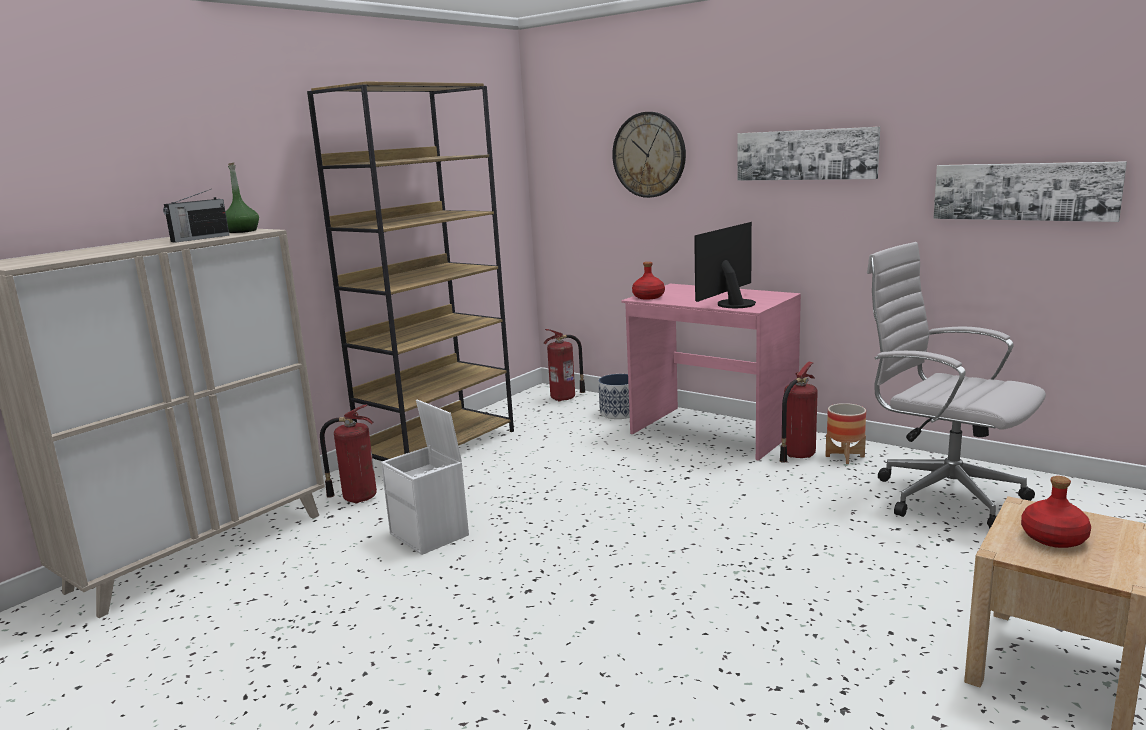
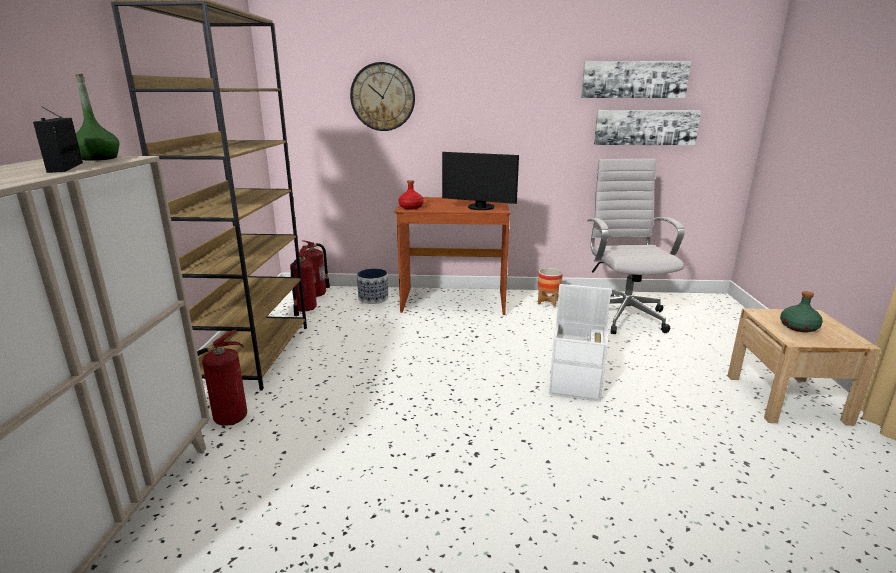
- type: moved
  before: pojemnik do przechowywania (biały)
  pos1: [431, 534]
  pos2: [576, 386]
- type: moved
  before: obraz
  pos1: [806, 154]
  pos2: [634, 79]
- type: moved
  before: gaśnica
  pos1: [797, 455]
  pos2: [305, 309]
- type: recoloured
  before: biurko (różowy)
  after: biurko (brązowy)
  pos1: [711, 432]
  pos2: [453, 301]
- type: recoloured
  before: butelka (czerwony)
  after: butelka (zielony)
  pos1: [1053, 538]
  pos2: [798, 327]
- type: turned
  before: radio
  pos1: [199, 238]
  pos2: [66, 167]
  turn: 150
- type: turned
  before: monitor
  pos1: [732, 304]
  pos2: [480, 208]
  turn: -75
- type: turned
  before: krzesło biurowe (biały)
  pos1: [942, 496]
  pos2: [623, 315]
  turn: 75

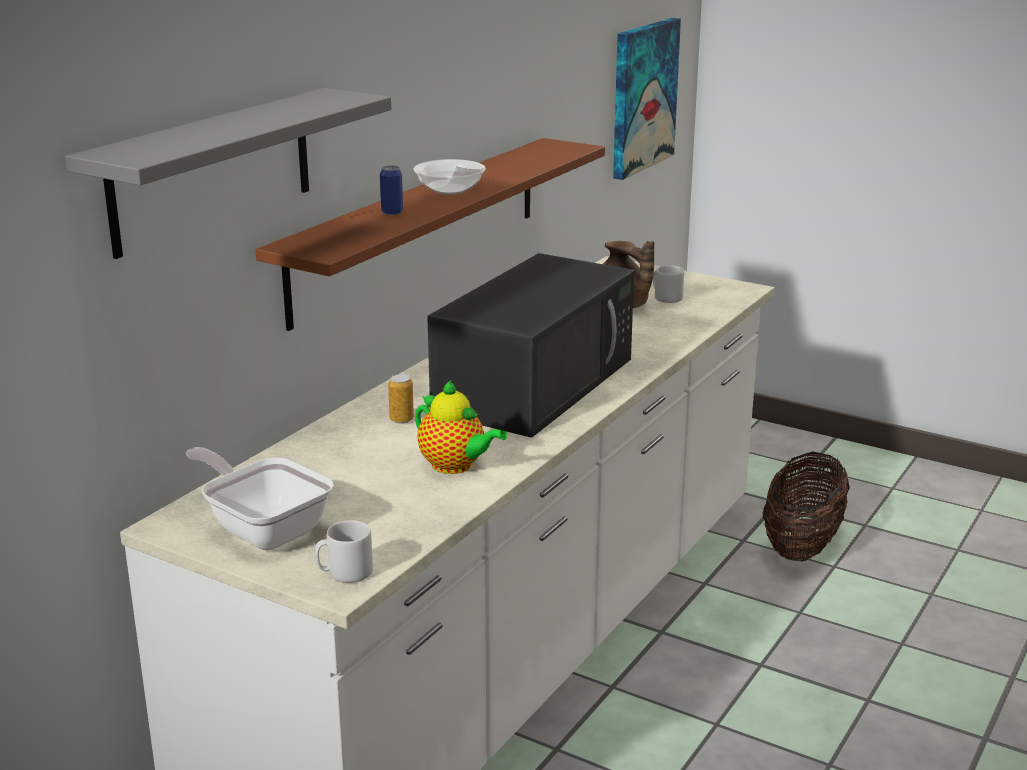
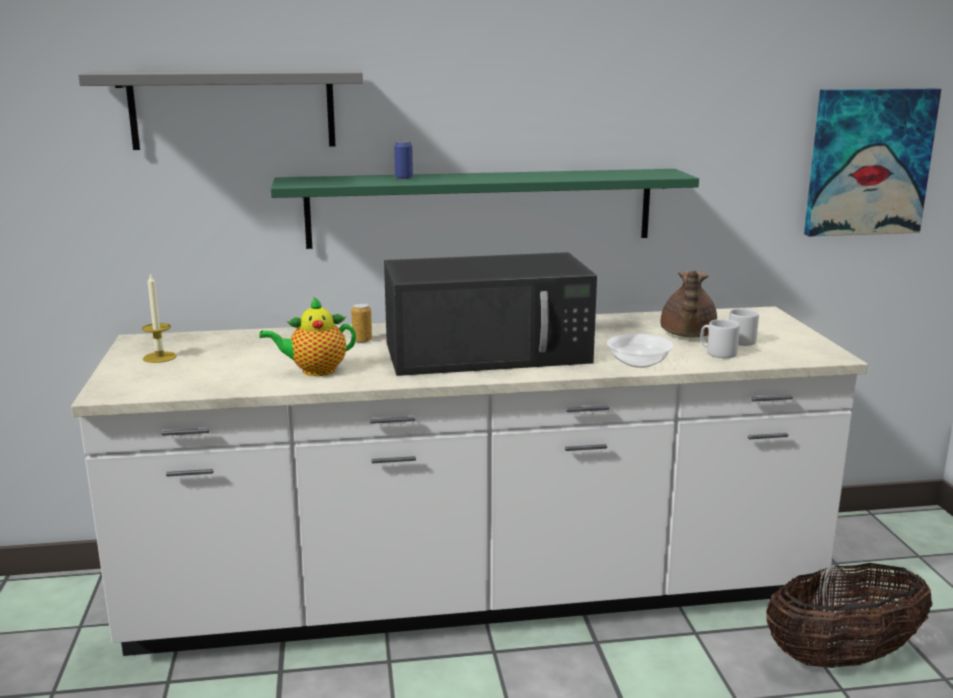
- type: moved
  before: kubek (szary)
  pos1: [344, 573]
  pos2: [717, 353]
- type: moved
  before: miska
  pos1: [450, 190]
  pos2: [638, 363]
- type: replaced
  before: patelnia
  after: świeca
  pos1: [263, 528]
  pos2: [159, 357]
- type: recoloured
  before: półka (brązowy)
  after: półka (zielony)
  pos1: [420, 226]
  pos2: [480, 208]
- type: turned
  before: imbryk
  pos1: [455, 466]
  pos2: [314, 371]
  turn: 75

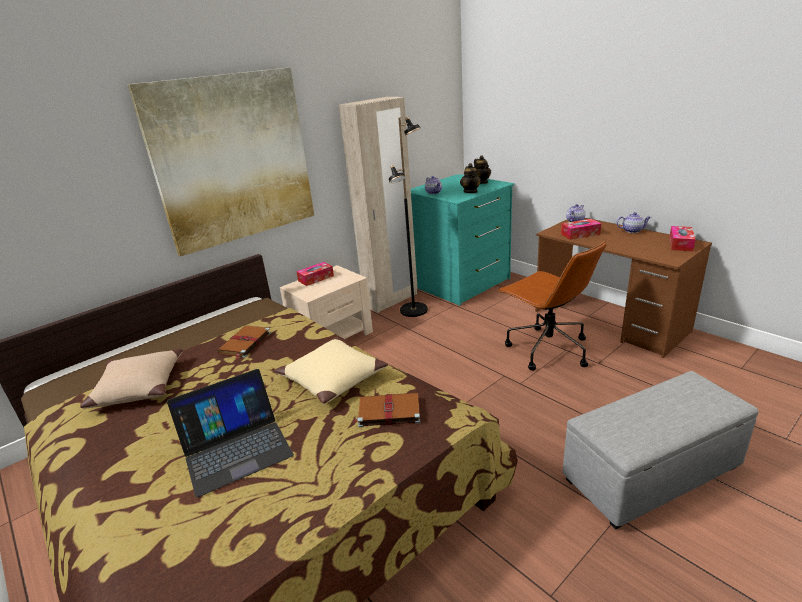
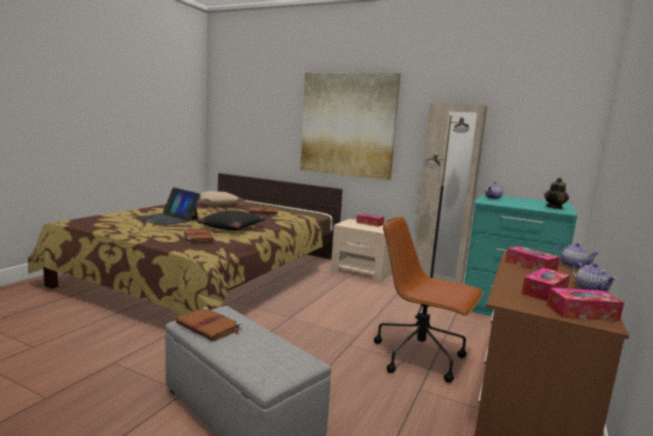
- type: removed
  before: imbryk
  pos1: [470, 191]
- type: added
  after: książka (brązowy)
  pos2: [209, 327]
- type: added
  after: pudełko chusteczek
  pos2: [544, 292]
- type: recoloured
  before: poduszka (beżowy)
  after: poduszka (czarny)
  pos1: [332, 378]
  pos2: [231, 227]
- type: turned
  before: krzesło biurowe (brązowy)
  pos1: [546, 349]
  pos2: [420, 357]
  turn: 90

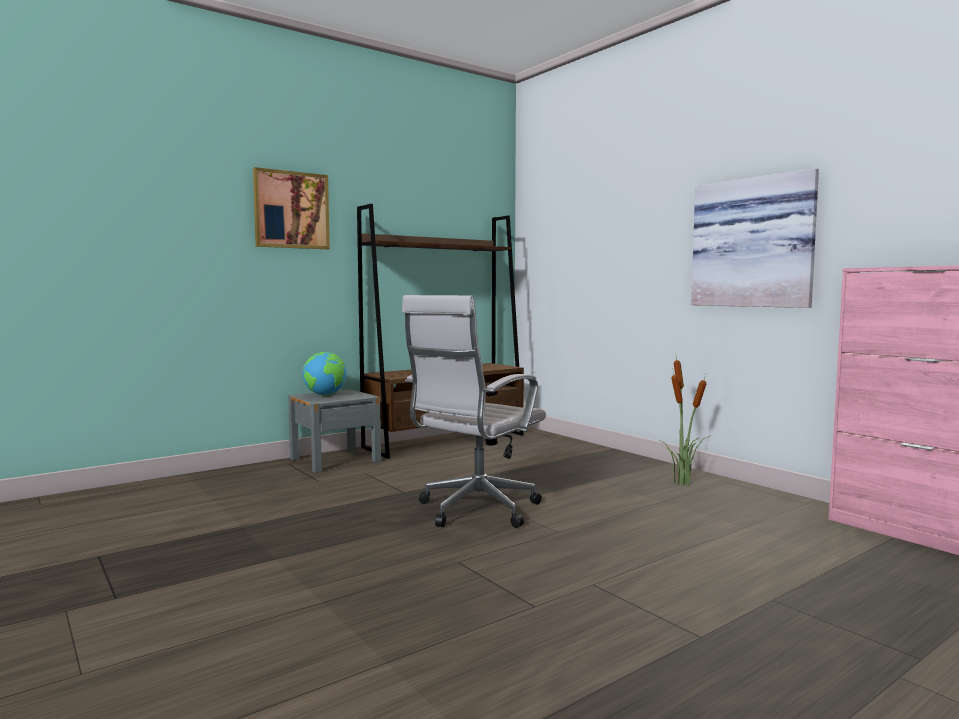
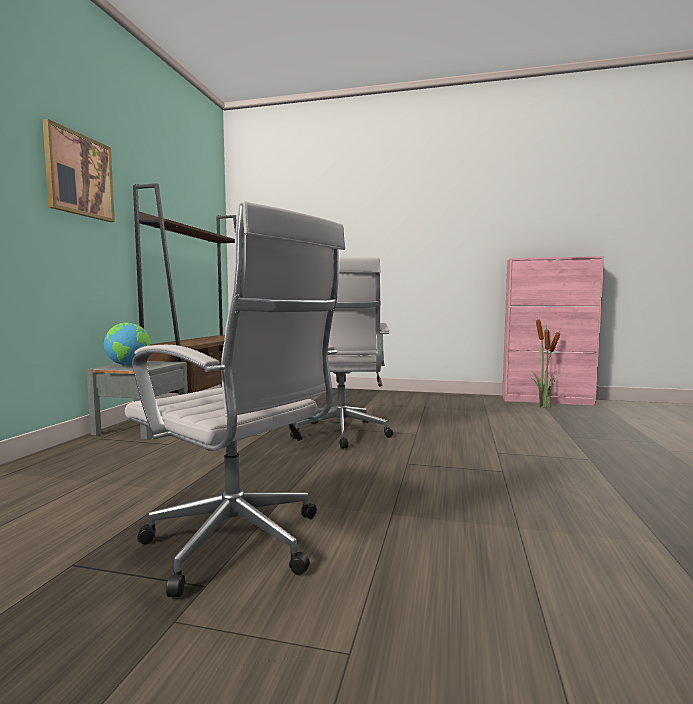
- type: removed
  before: obraz
  pos1: [753, 243]
- type: added
  after: krzesło biurowe (biały)
  pos2: [241, 545]
- type: moved
  before: roślina doniczkowa
  pos1: [682, 482]
  pos2: [543, 406]

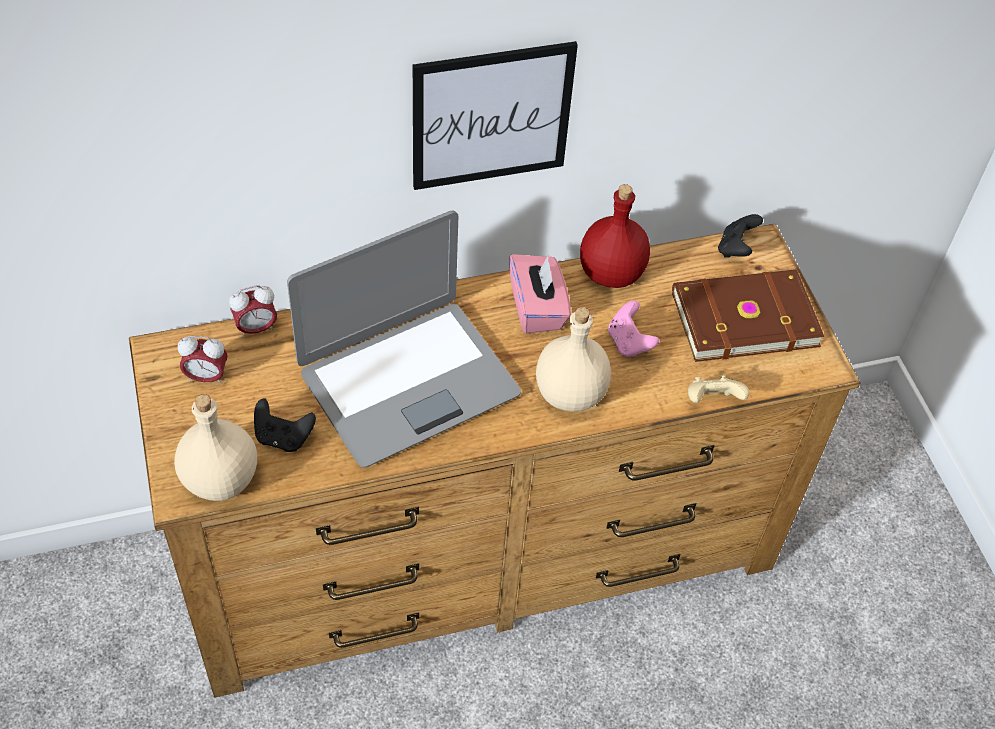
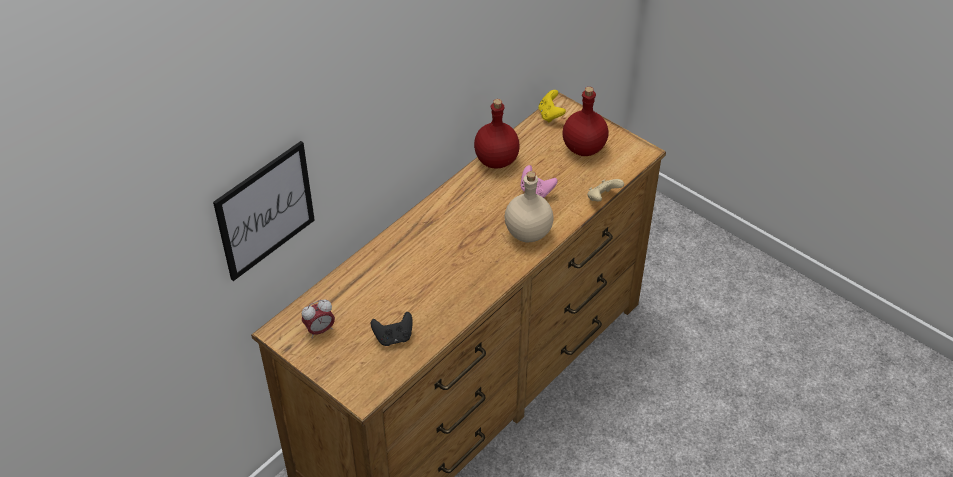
- type: removed
  before: butelka (beżowy)
  pos1: [219, 480]
- type: removed
  before: budzik
  pos1: [256, 328]
- type: removed
  before: laptop
  pos1: [408, 382]
- type: removed
  before: pudełko chusteczek (różowy)
  pos1: [537, 308]
- type: moved
  before: obraz
  pos1: [491, 116]
  pos2: [265, 210]
- type: replaced
  before: książka (brązowy)
  after: butelka (czerwony)
  pos1: [743, 317]
  pos2: [583, 148]
- type: recoloured
  before: pad do gier (czarny)
  after: pad do gier (żółty)
  pos1: [736, 248]
  pos2: [550, 115]

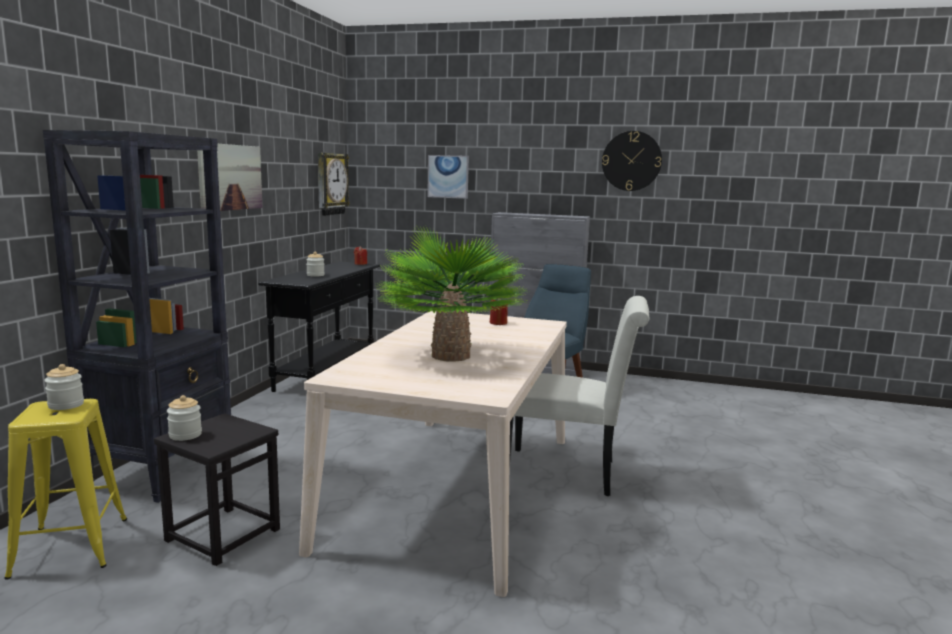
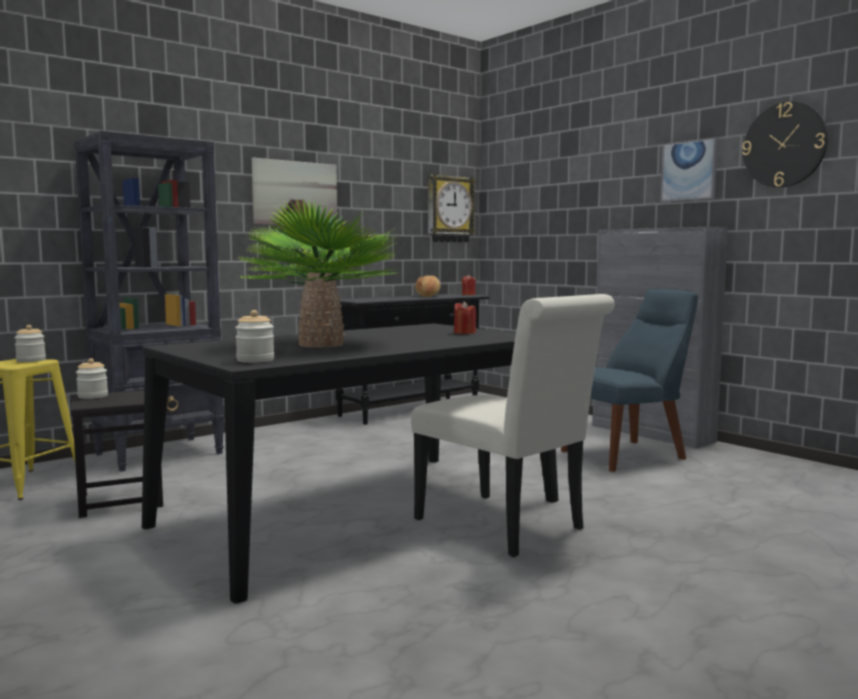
- type: added
  after: chleb
  pos2: [429, 296]
- type: moved
  before: słoik
  pos1: [315, 275]
  pos2: [255, 360]
- type: moved
  before: obraz
  pos1: [448, 176]
  pos2: [689, 171]
- type: recoloured
  before: stół jadalny (beżowy)
  after: stół jadalny (czarny)
  pos1: [456, 488]
  pos2: [360, 513]

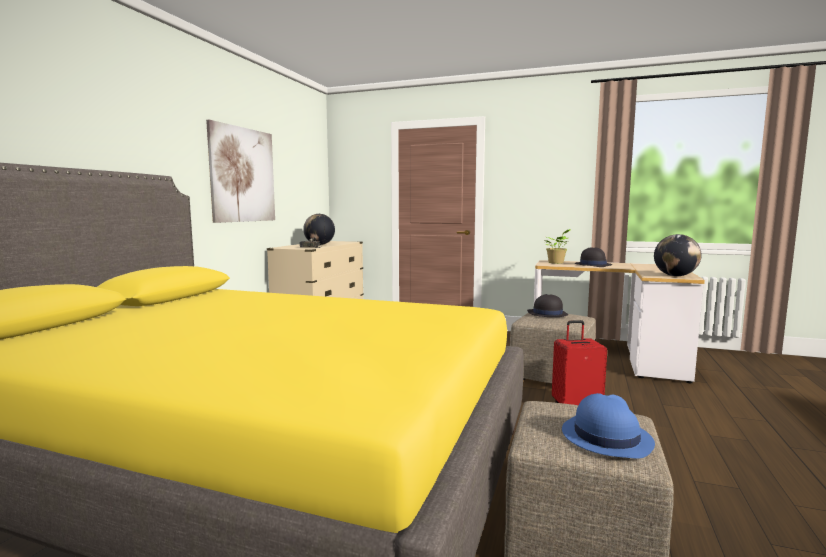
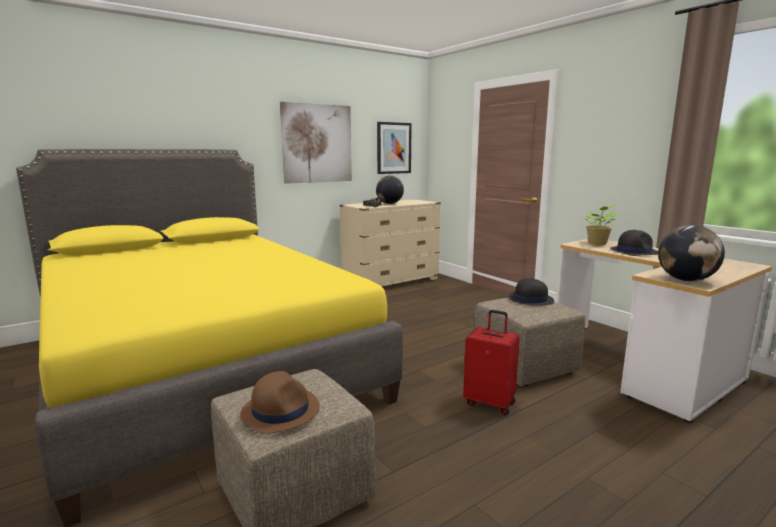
- type: added
  after: obraz
  pos2: [393, 148]
- type: recoloured
  before: kapelusz (niebieski)
  after: kapelusz (brązowy)
  pos1: [605, 437]
  pos2: [280, 410]

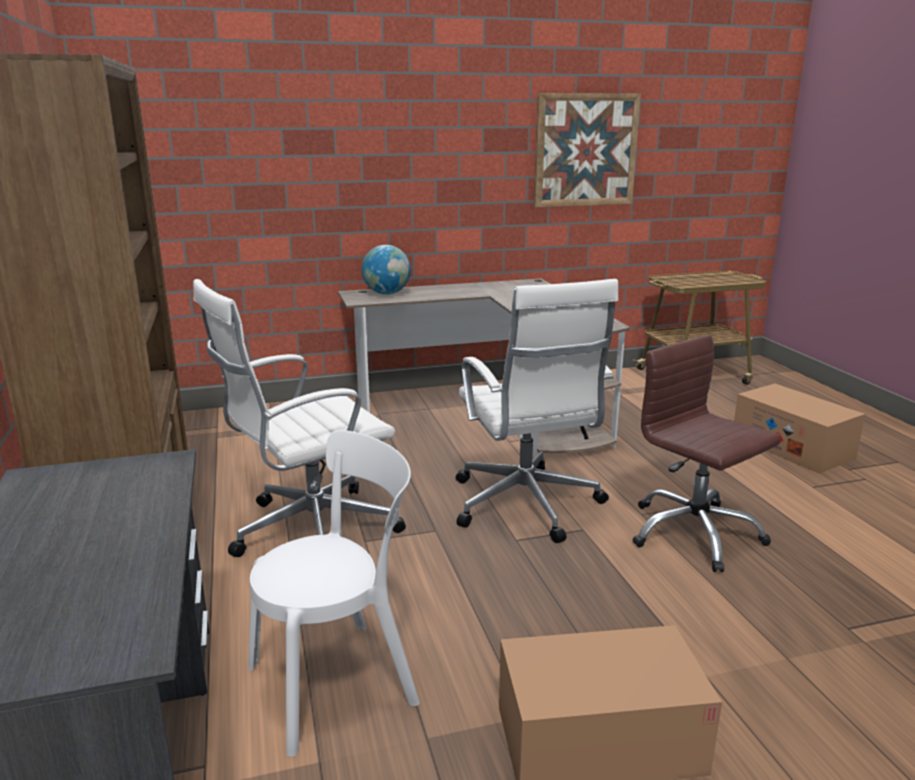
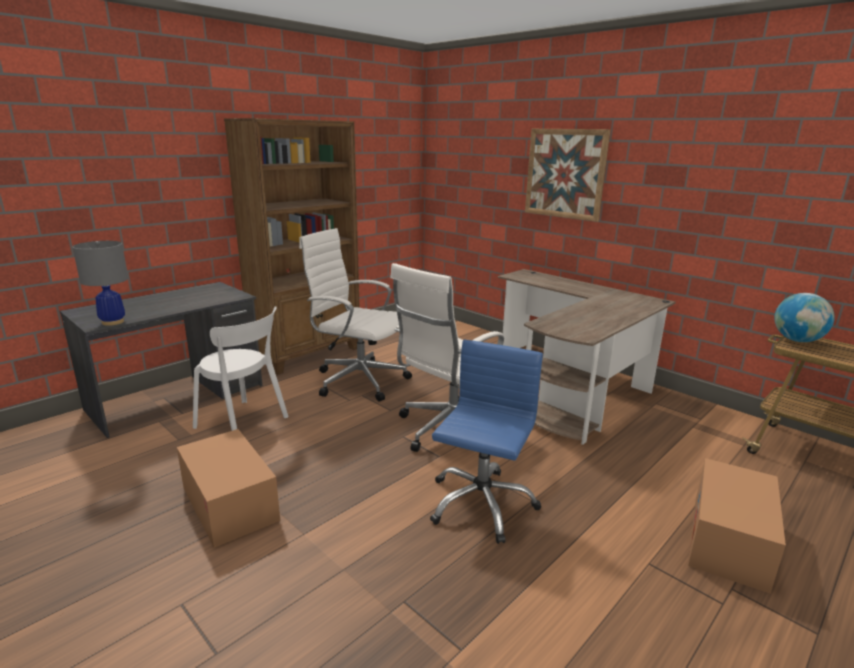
- type: added
  after: lampa stołowa (szary)
  pos2: [113, 322]
- type: moved
  before: globus
  pos1: [387, 294]
  pos2: [797, 340]
- type: moved
  before: obraz
  pos1: [586, 150]
  pos2: [565, 173]
- type: recoloured
  before: krzesło biurowe (brązowy)
  after: krzesło biurowe (niebieski)
  pos1: [694, 533]
  pos2: [480, 503]

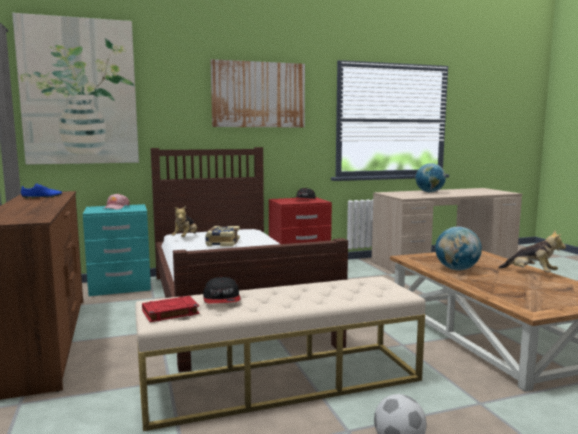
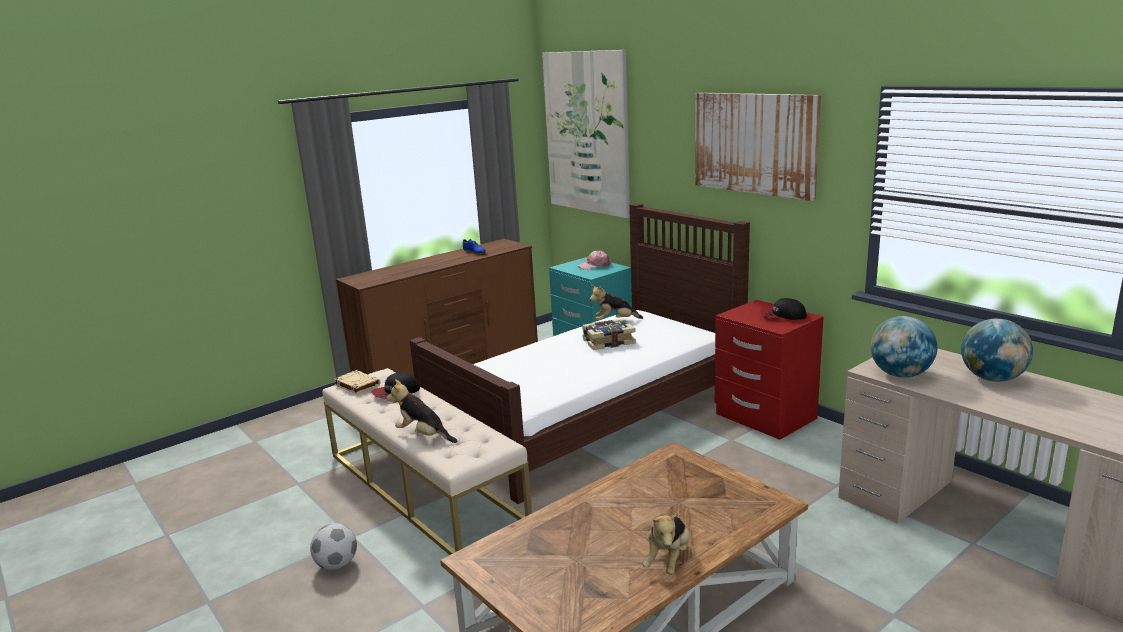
- type: added
  after: pluszak
  pos2: [423, 435]
- type: moved
  before: globus
  pos1: [456, 269]
  pos2: [900, 374]
- type: recoloured
  before: książka (czerwony)
  after: książka (beżowy)
  pos1: [170, 313]
  pos2: [357, 385]

